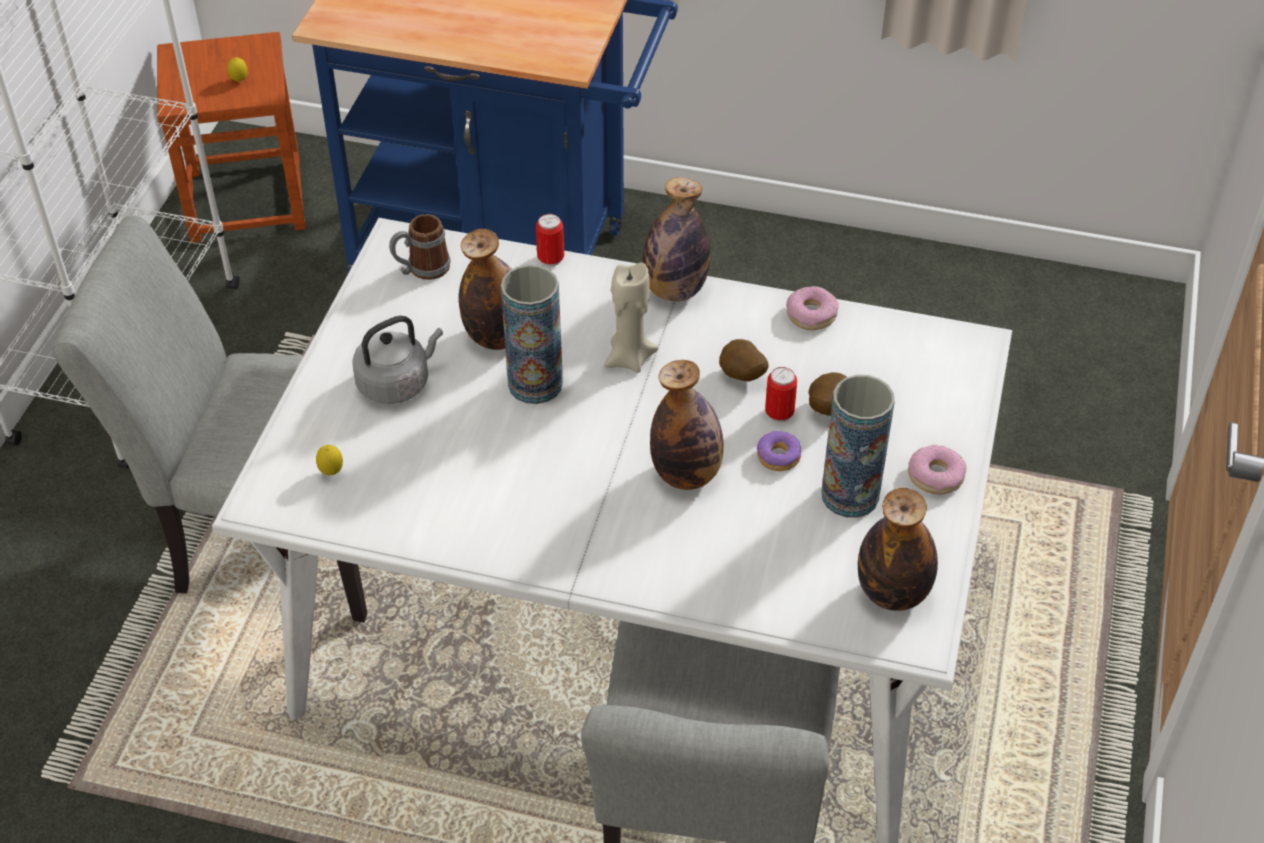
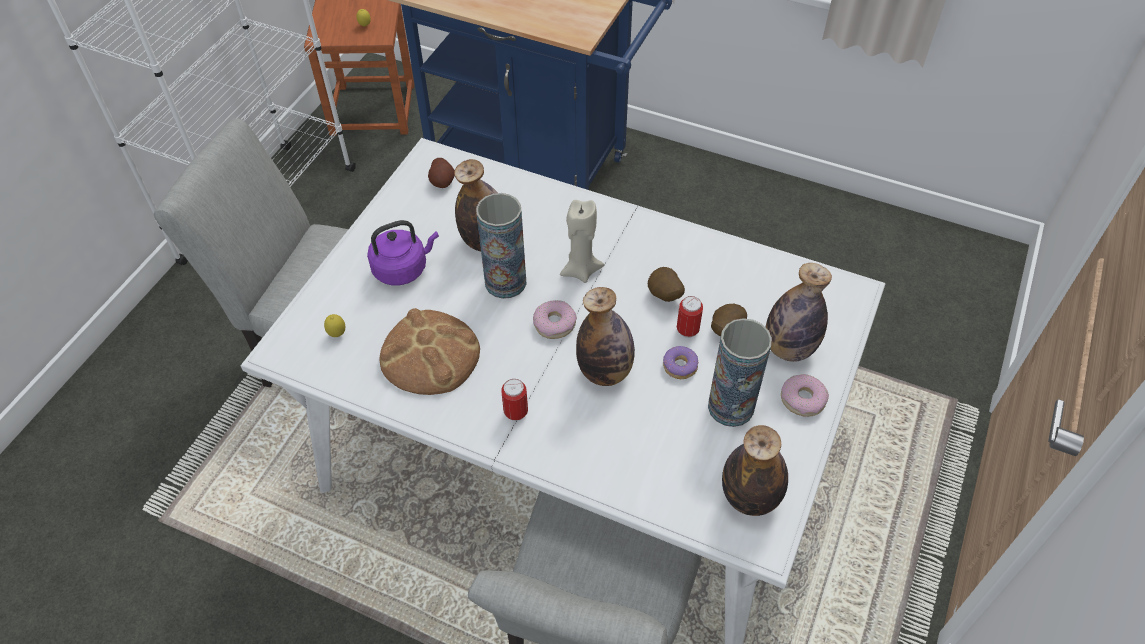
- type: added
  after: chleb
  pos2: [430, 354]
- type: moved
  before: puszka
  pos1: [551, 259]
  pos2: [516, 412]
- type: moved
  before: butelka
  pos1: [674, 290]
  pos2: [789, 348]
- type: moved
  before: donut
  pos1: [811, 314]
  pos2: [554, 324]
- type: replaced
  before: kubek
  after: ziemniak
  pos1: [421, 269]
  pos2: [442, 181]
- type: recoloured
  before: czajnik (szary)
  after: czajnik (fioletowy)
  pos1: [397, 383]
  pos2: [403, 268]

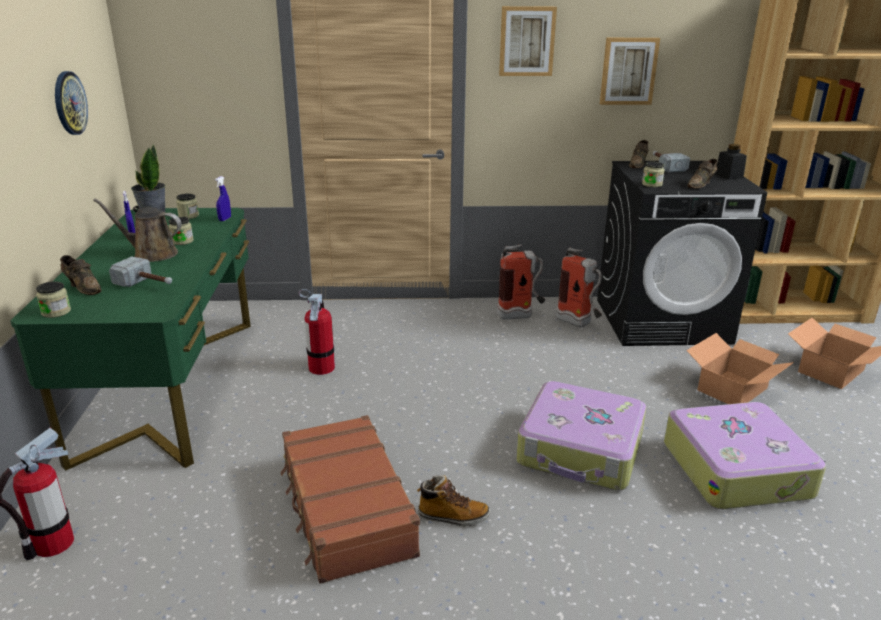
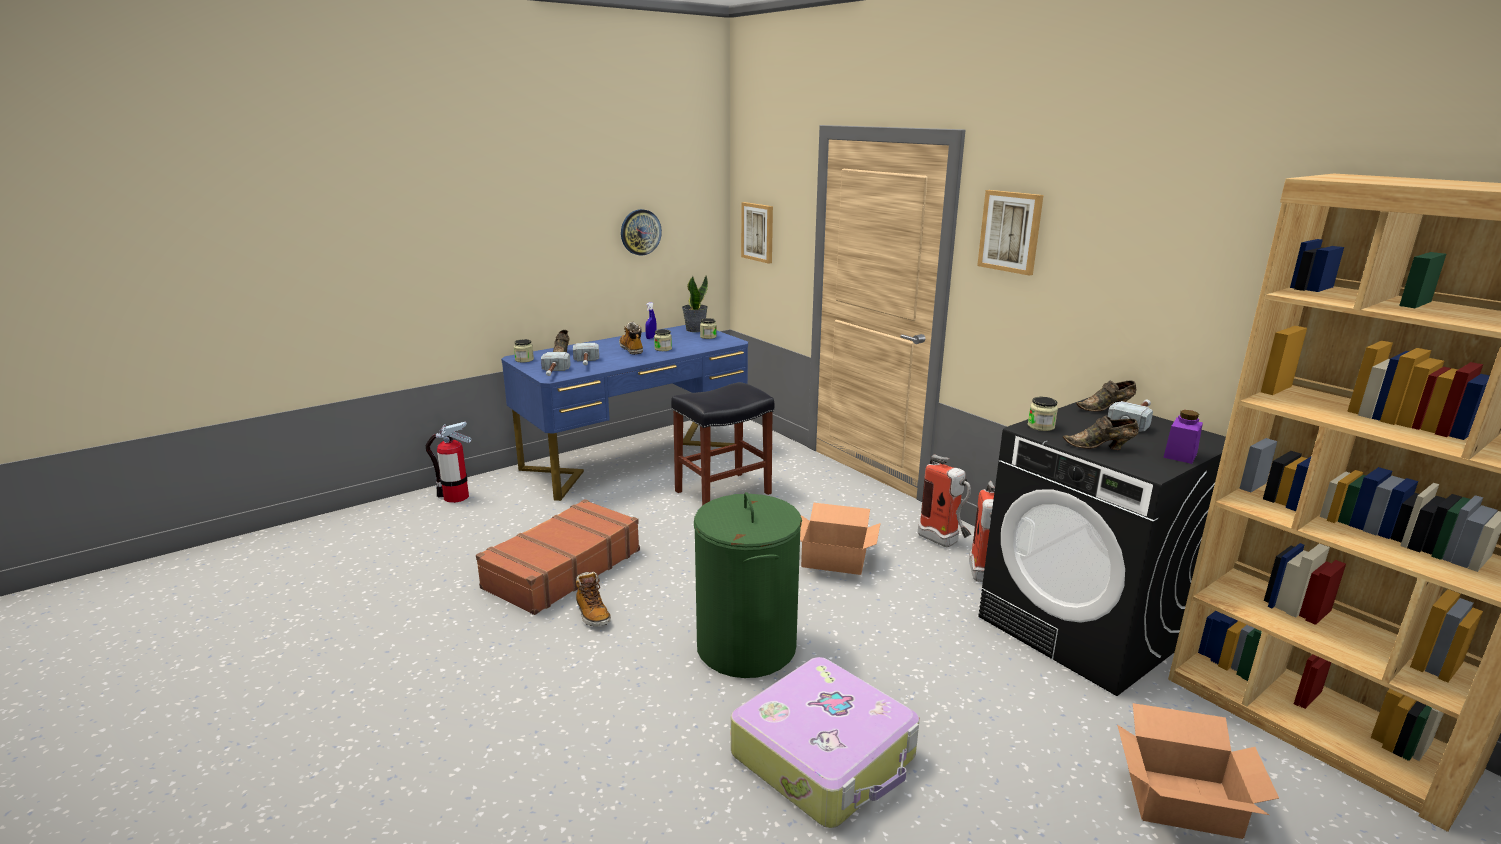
- type: removed
  before: spryskiwacz (niebieski)
  pos1: [225, 219]
- type: added
  after: młotek
  pos2: [553, 373]
- type: moved
  before: obraz
  pos1: [628, 71]
  pos2: [758, 232]
- type: moved
  before: karton
  pos1: [733, 389]
  pos2: [834, 559]
- type: replaced
  before: konewka (brązowy)
  after: but z cholewką
  pos1: [151, 254]
  pos2: [631, 349]
- type: replaced
  before: gaśnica
  after: stołek (czarny)
  pos1: [321, 367]
  pos2: [722, 493]
- type: replaced
  before: walizka
  after: kosz na pranie (zielony)
  pos1: [581, 450]
  pos2: [747, 647]
- type: recoloured
  before: biurko (zielony)
  after: biurko (niebieski)
  pos1: [171, 385]
  pos2: [634, 458]
- type: recoloured
  before: słoik (czarny)
  after: słoik (fioletowy)
  pos1: [728, 175]
  pos2: [1180, 455]

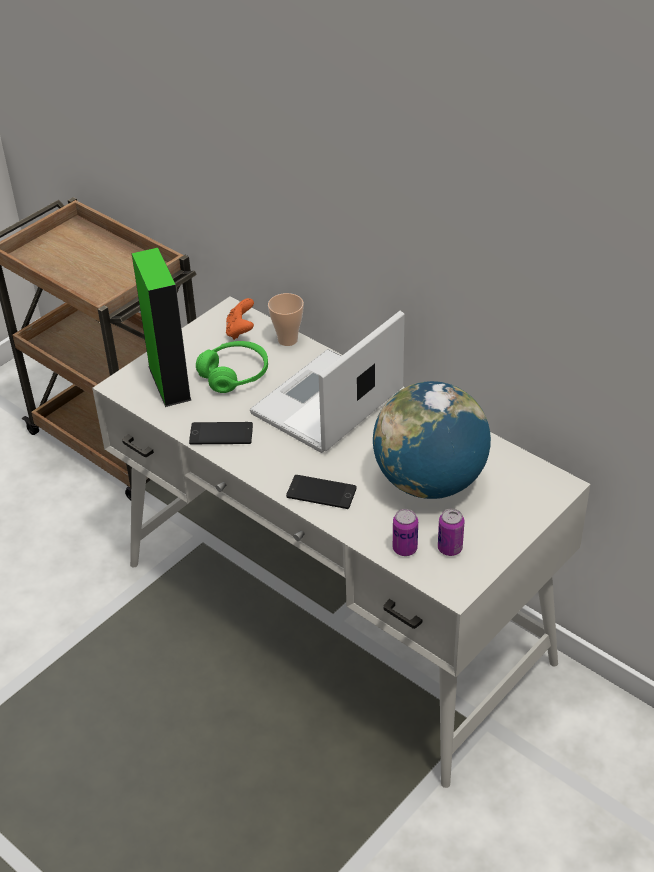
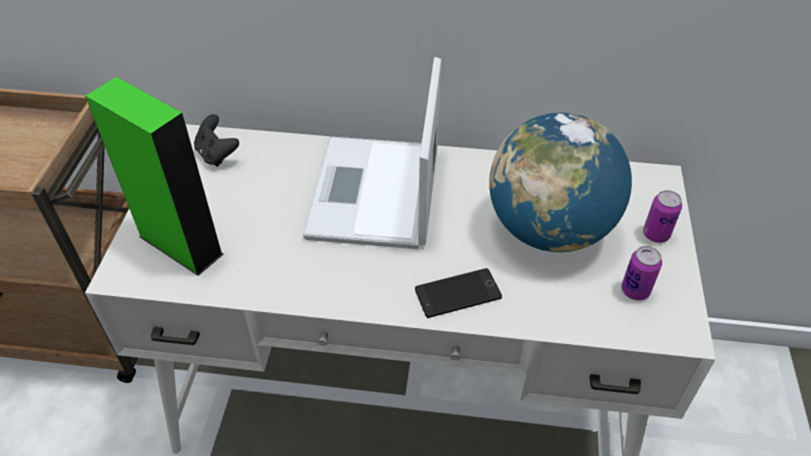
- type: removed
  before: telefon
  pos1: [221, 434]
- type: removed
  before: słuchawki (zielony)
  pos1: [234, 375]
- type: removed
  before: filiżanka
  pos1: [287, 340]
- type: moved
  before: puszka
  pos1: [405, 548]
  pos2: [656, 234]
- type: recoloured
  before: pad do gier (pomarańczowy)
  after: pad do gier (czarny)
  pos1: [240, 331]
  pos2: [217, 154]

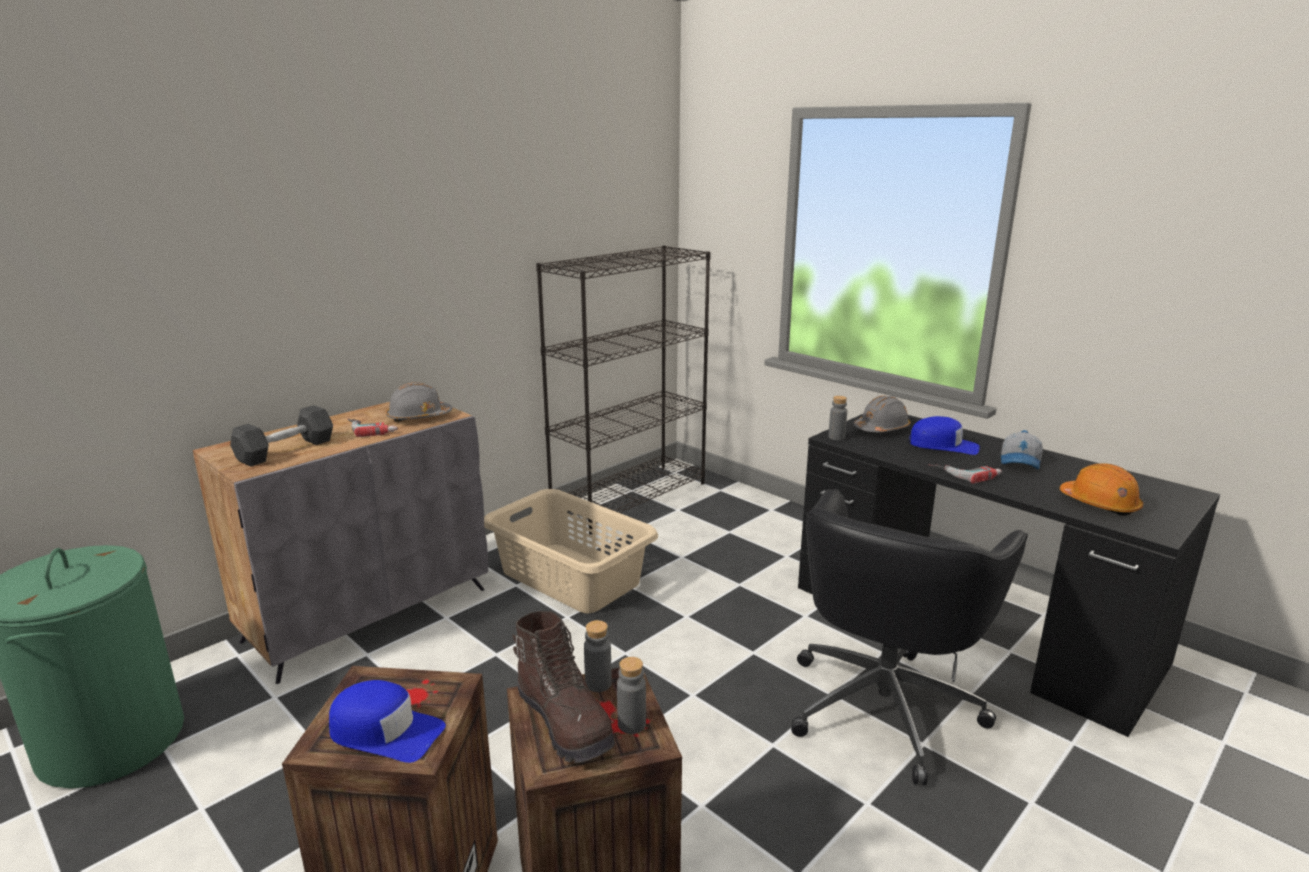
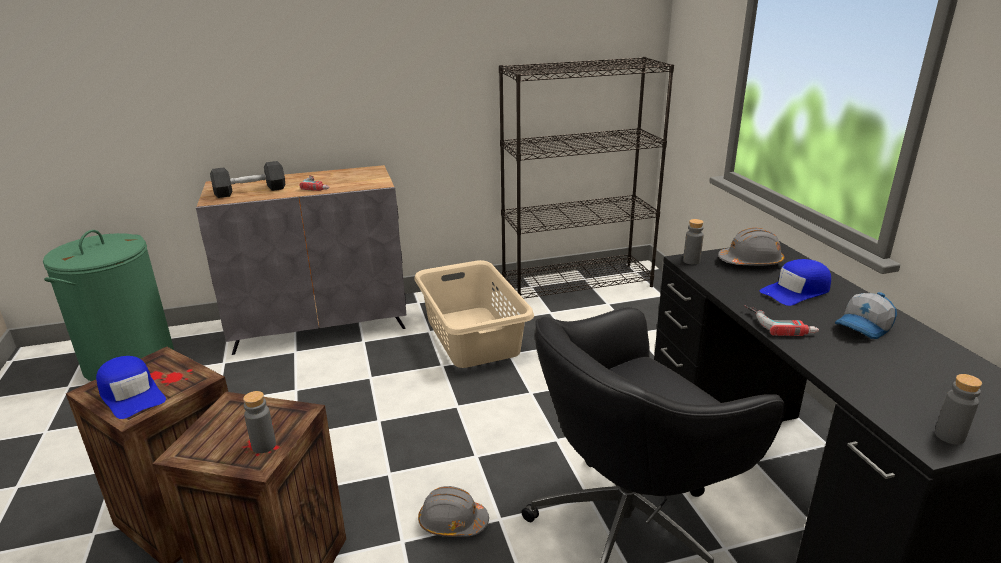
- type: removed
  before: but z cholewką (brązowy)
  pos1: [565, 722]
- type: removed
  before: kask (pomarańczowy)
  pos1: [1099, 504]
- type: moved
  before: kask (szary)
  pos1: [419, 417]
  pos2: [452, 522]
- type: moved
  before: butelka (szary)
  pos1: [598, 684]
  pos2: [949, 436]
- type: turned
  before: czapka z daszkiem (niebieski)
  pos1: [943, 445]
  pos2: [796, 291]
  turn: 105

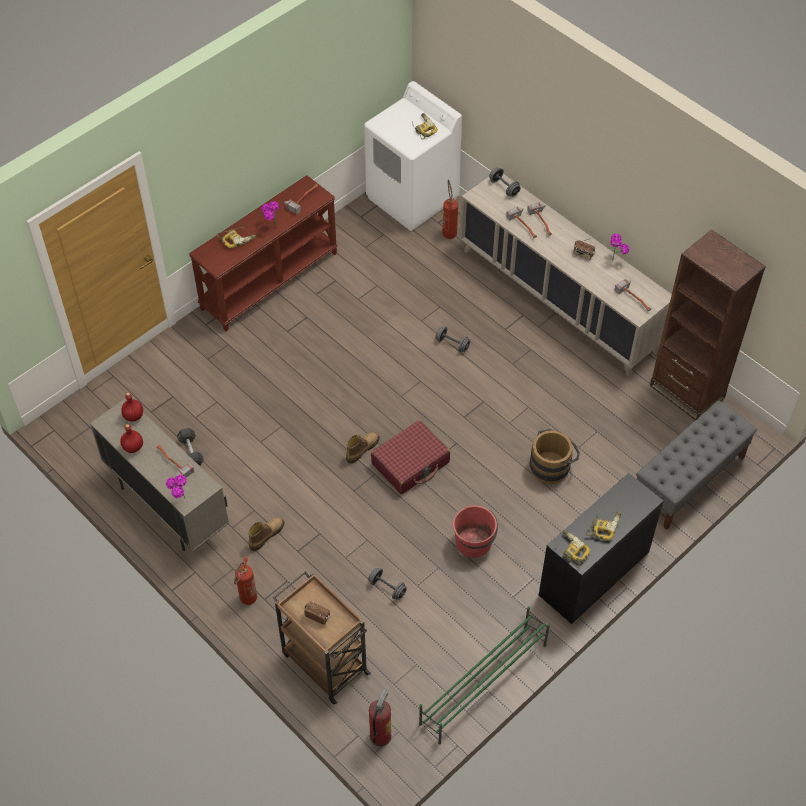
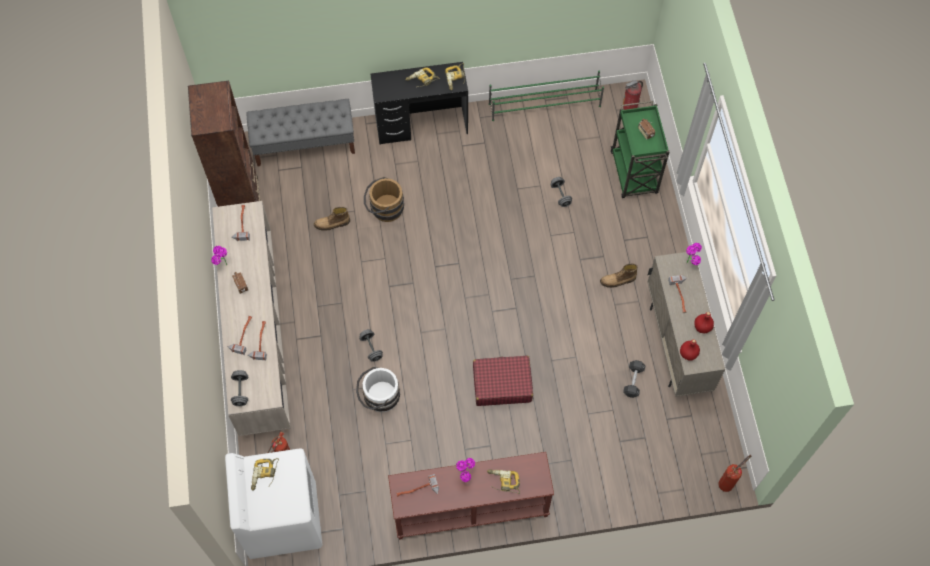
- type: removed
  before: wiadro (czerwony)
  pos1: [474, 543]
- type: added
  after: wiadro (biały)
  pos2: [378, 397]
- type: moved
  before: gaśnica
  pos1: [247, 601]
  pos2: [728, 482]
- type: moved
  before: but z cholewką
  pos1: [362, 449]
  pos2: [332, 224]
- type: moved
  before: walizka (czerwony)
  pos1: [410, 463]
  pos2: [502, 384]
- type: recoloured
  before: wózek (brązowy)
  after: wózek (zielony)
  pos1: [324, 662]
  pos2: [634, 174]

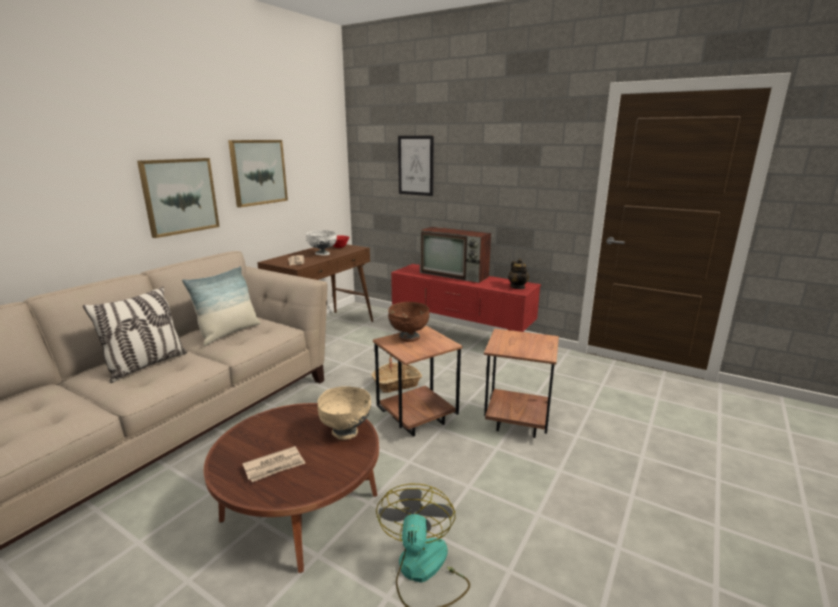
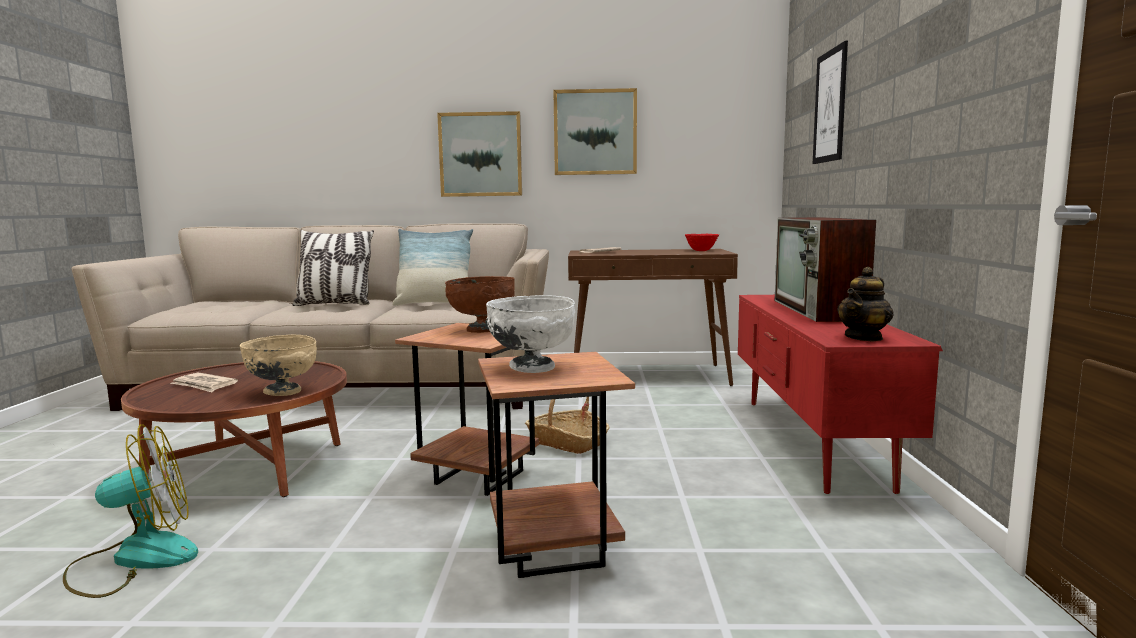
- type: moved
  before: miska (biały)
  pos1: [322, 254]
  pos2: [532, 368]

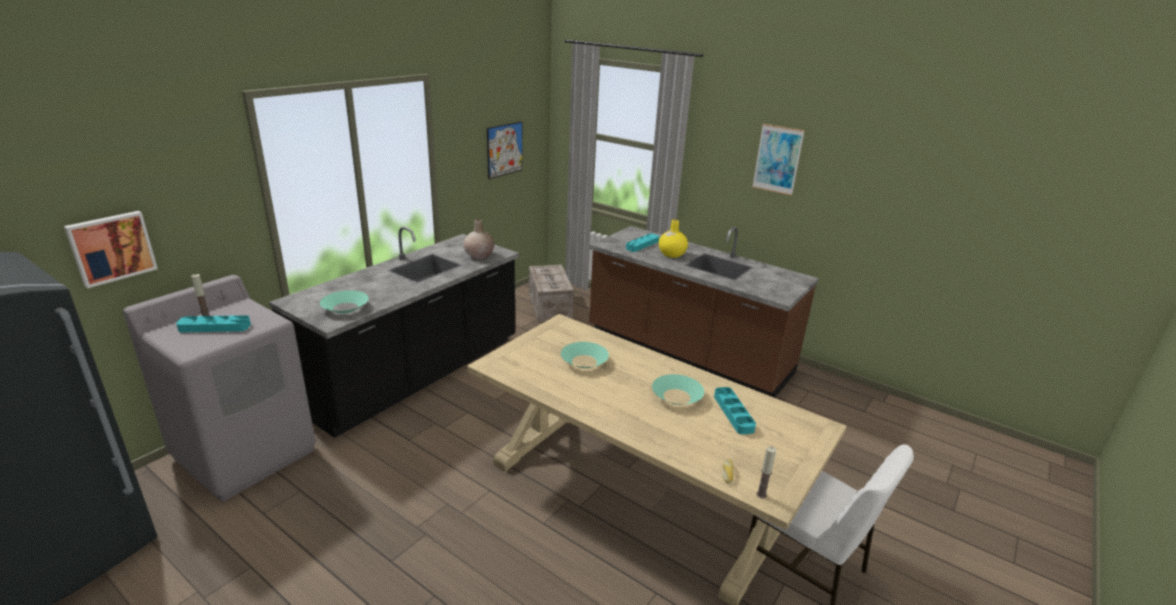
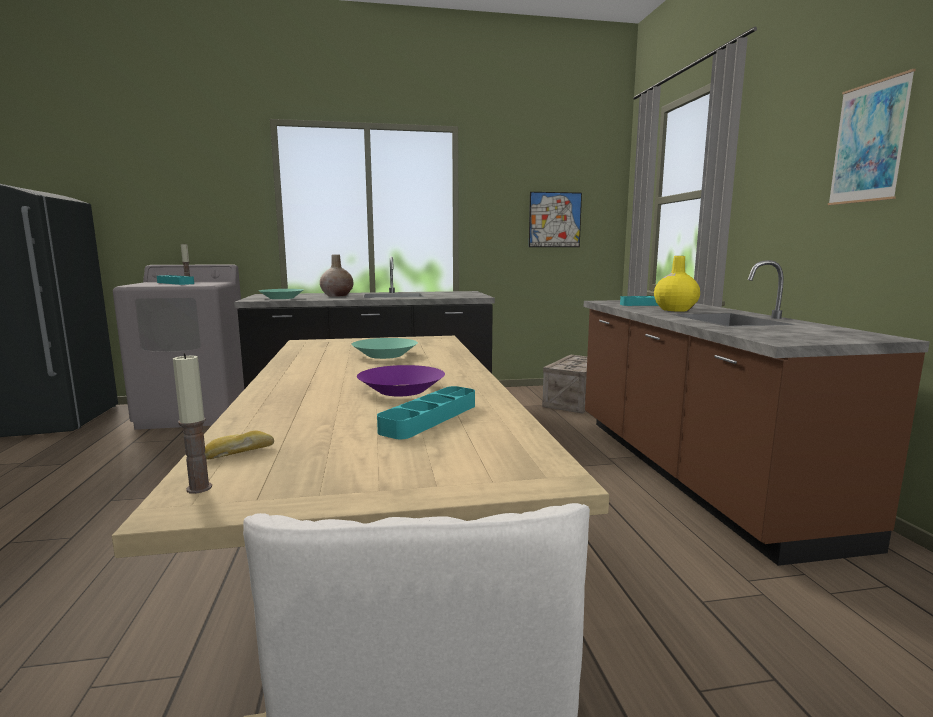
- type: removed
  before: obraz
  pos1: [111, 247]
- type: moved
  before: wazon (beżowy)
  pos1: [479, 255]
  pos2: [337, 295]
- type: recoloured
  before: miska (turkusowy)
  after: miska (fioletowy)
  pos1: [676, 396]
  pos2: [402, 390]

